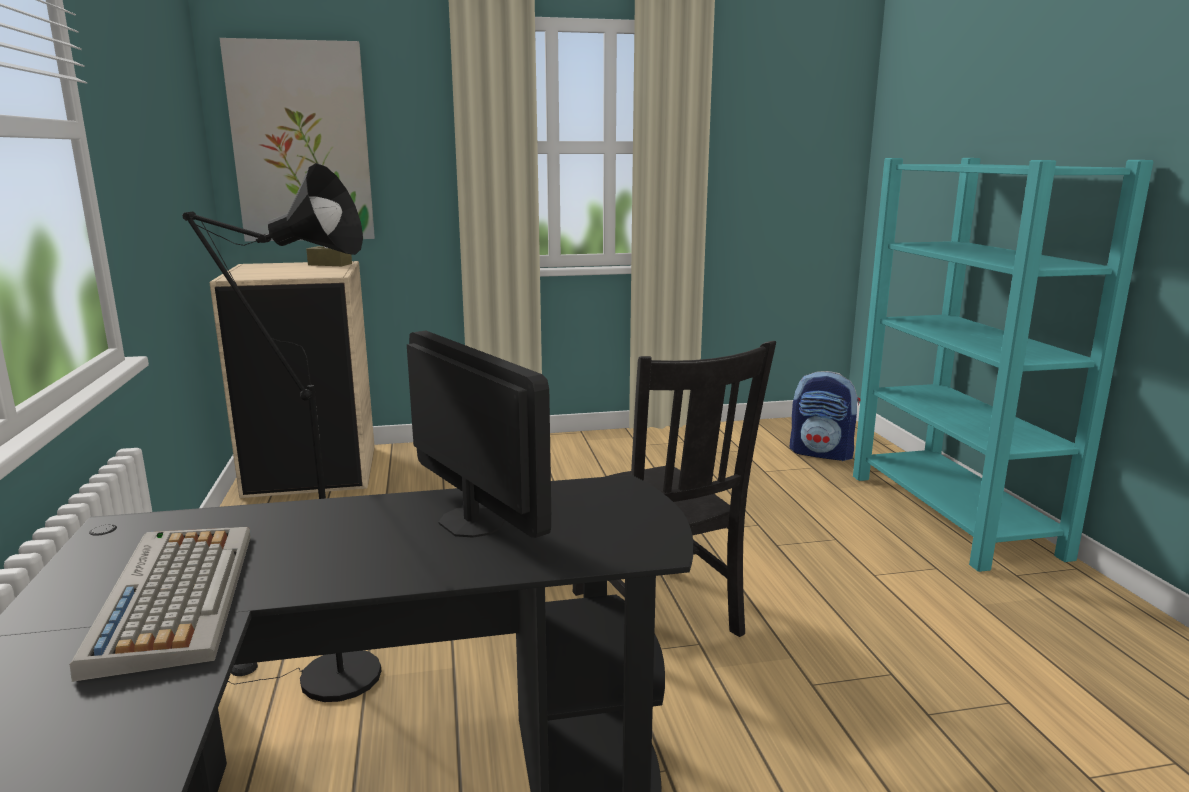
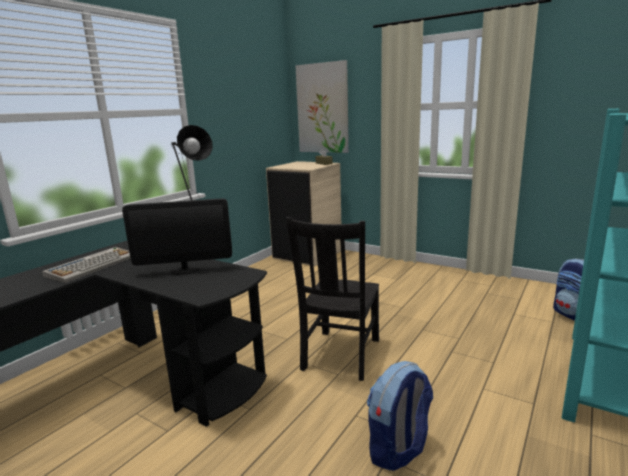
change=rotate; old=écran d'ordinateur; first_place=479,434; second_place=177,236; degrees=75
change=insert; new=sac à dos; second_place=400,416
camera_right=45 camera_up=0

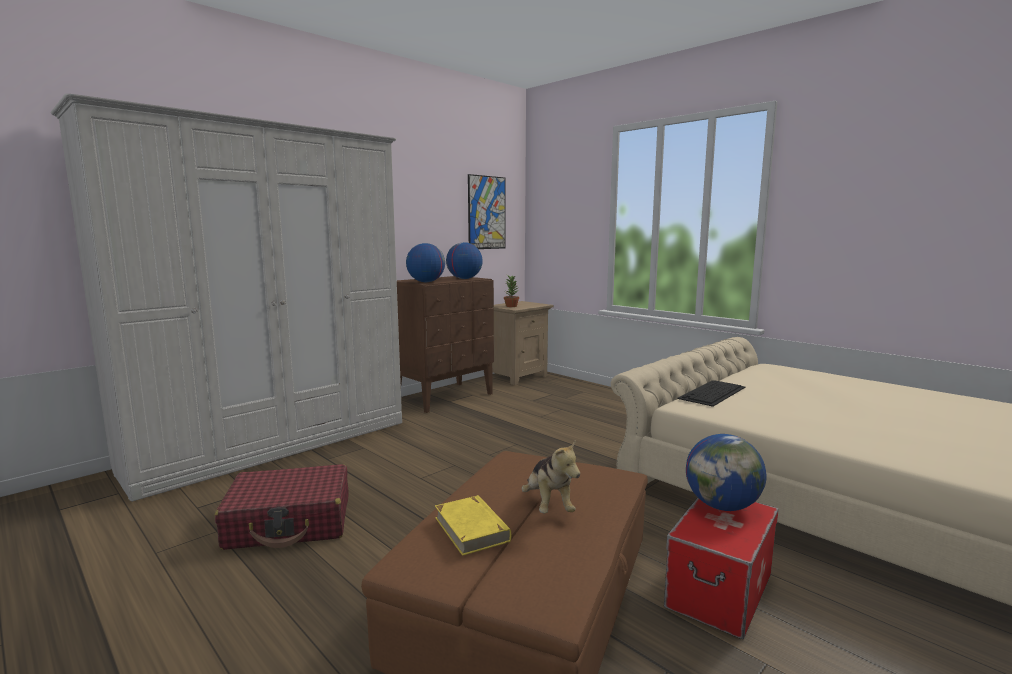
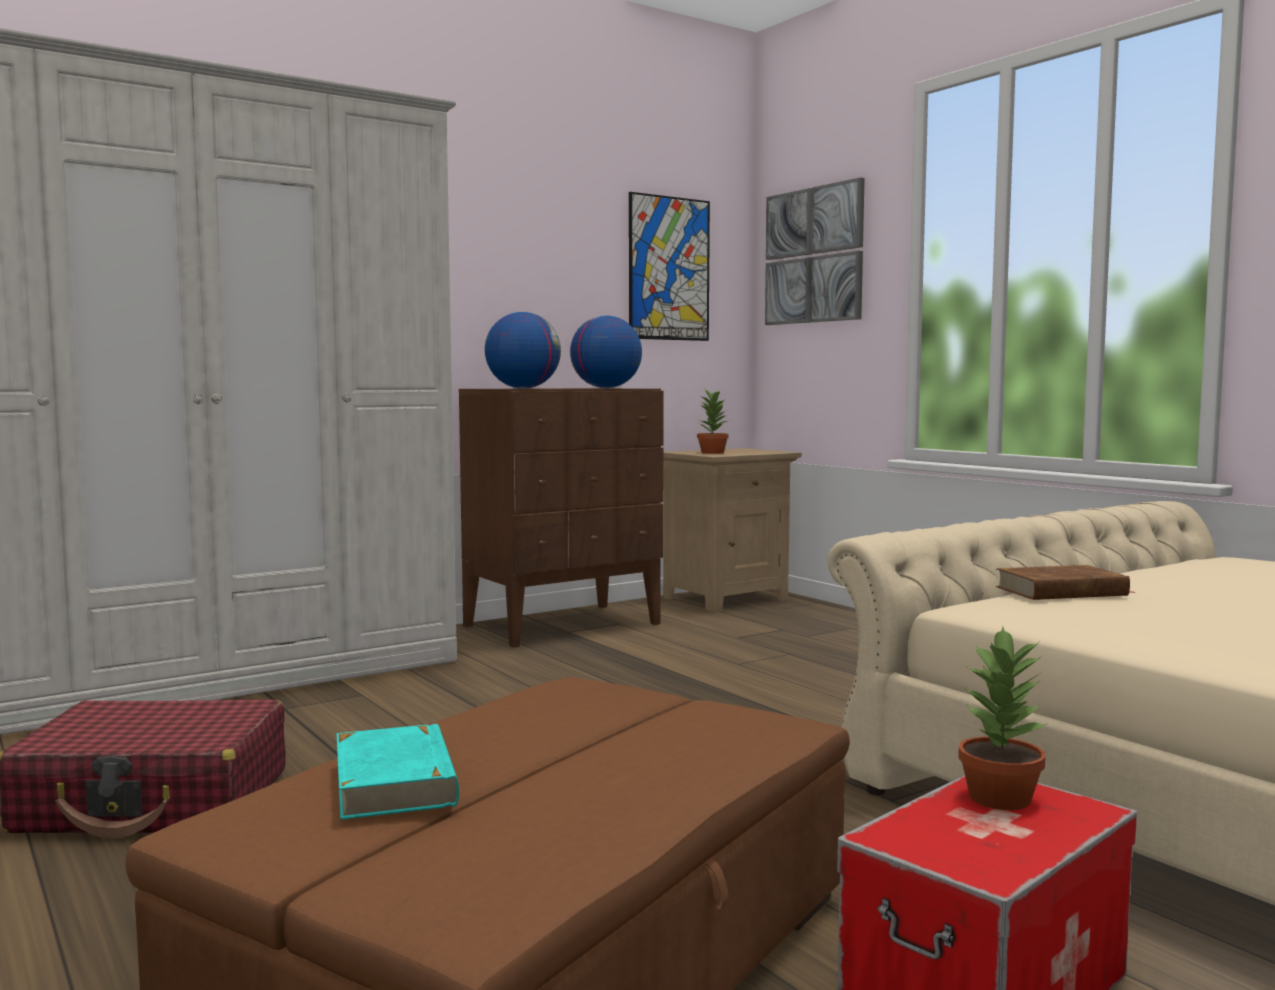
change=replace; old=clavier; new=livre (marron); first_place=711,393; second_place=1066,582
change=replace; old=globe; new=plante en pot; first_place=726,472; second_place=1003,718
change=delete; old=peluche; first_place=550,476
change=recolor; old=livre (jaune); new=livre (turquoise); first_place=473,525; second_place=397,772
change=insert; new=tableau; second_place=815,251
camera_right=10 camera_up=-5

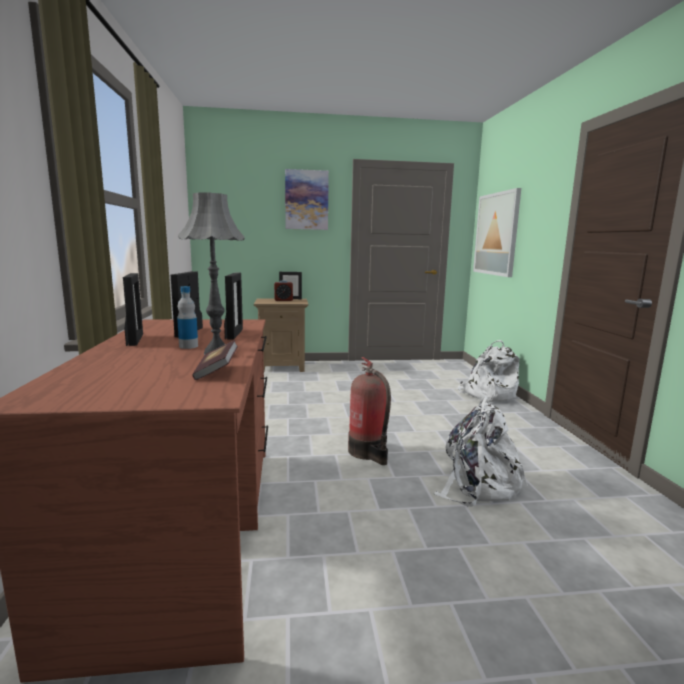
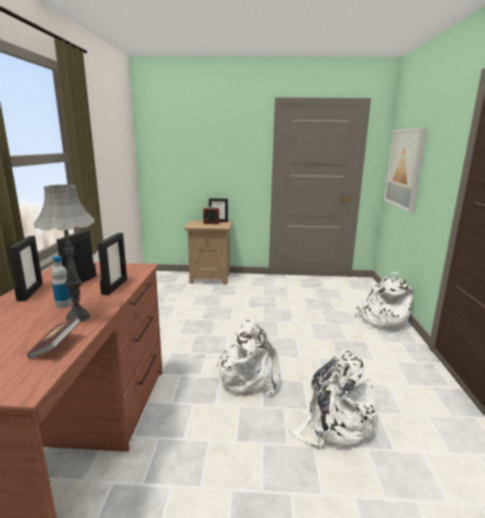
change=delete; old=tableau; first_place=307,199
change=replace; old=extincteur; new=sac à dos (blanc); first_place=369,411; second_place=248,357
camera_right=10 camera_up=5

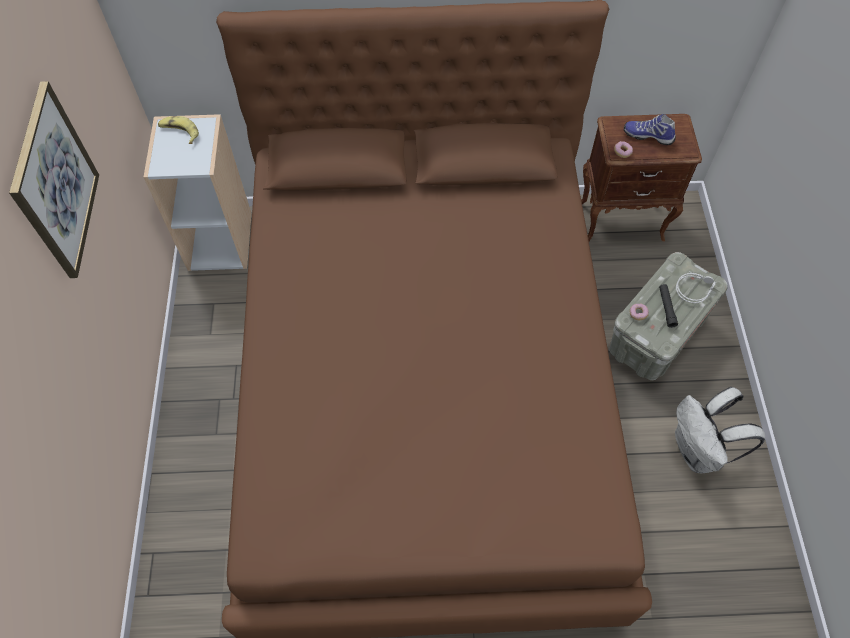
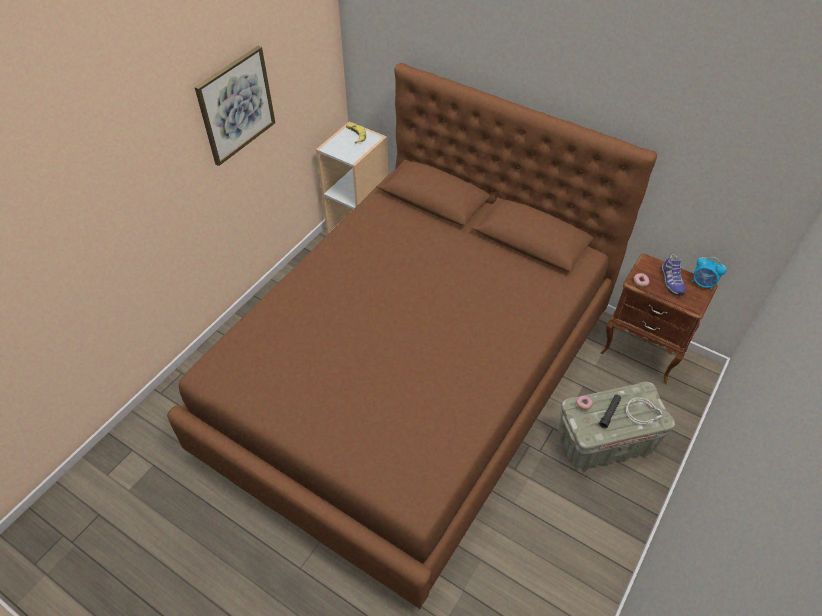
change=rotate; old=chaussure; first_place=649,129; second_place=673,275; degrees=-150
change=delete; old=sac à dos (blanc); first_place=720,430
change=insert; new=réveil; second_place=709,274
camera_right=35 camera_up=-10

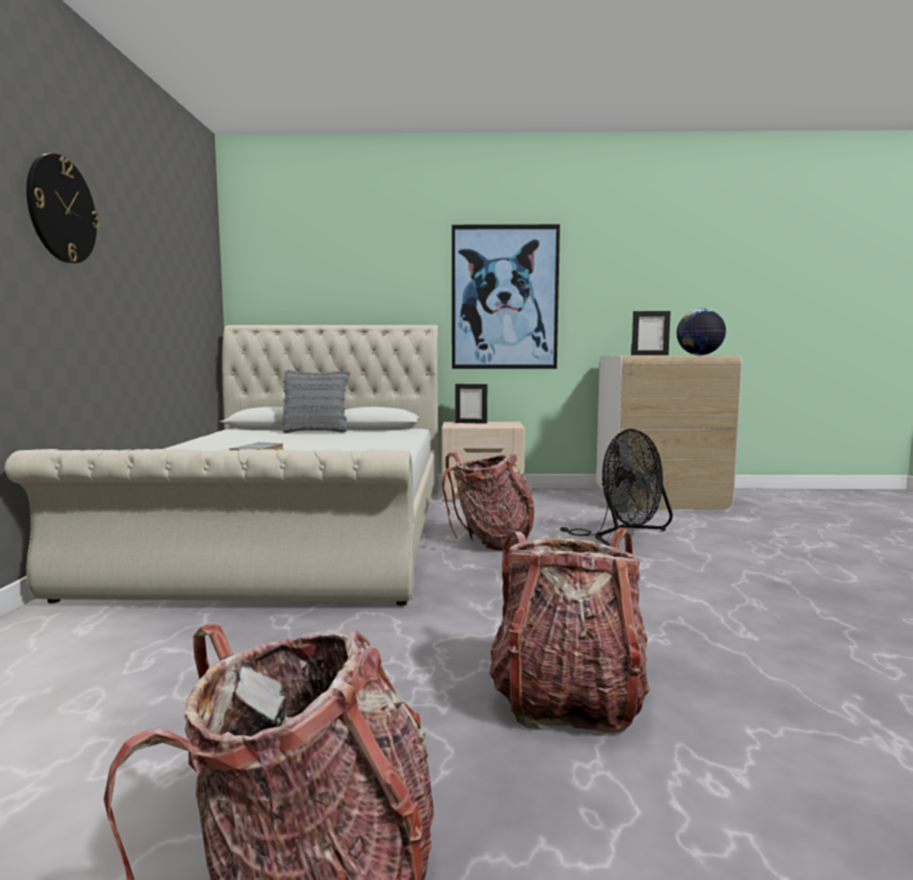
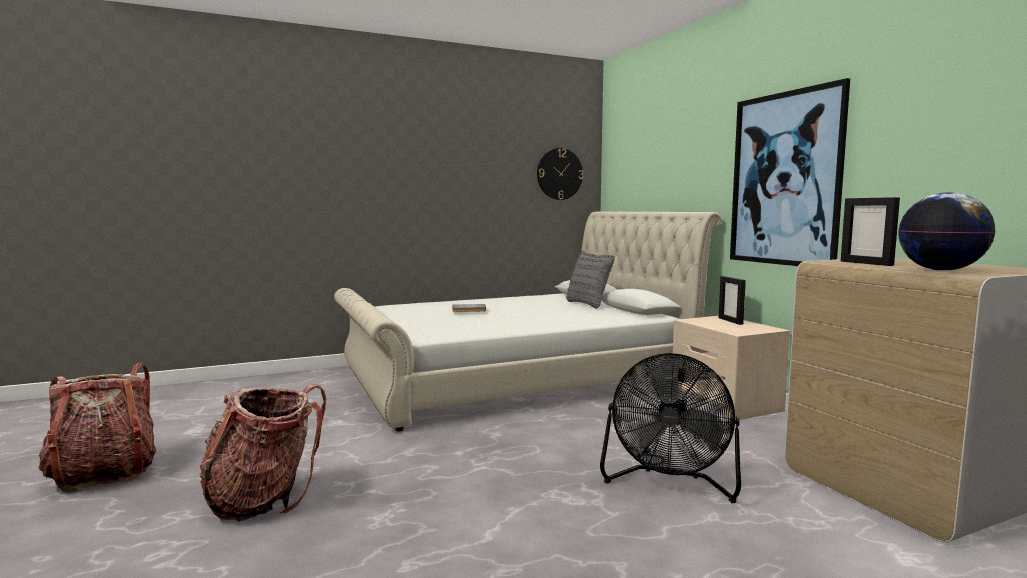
change=move; old=horloge murale; first_place=63,208; second_place=560,174
change=delete; old=sac à dos; first_place=488,501
camera_right=65 camera_up=0

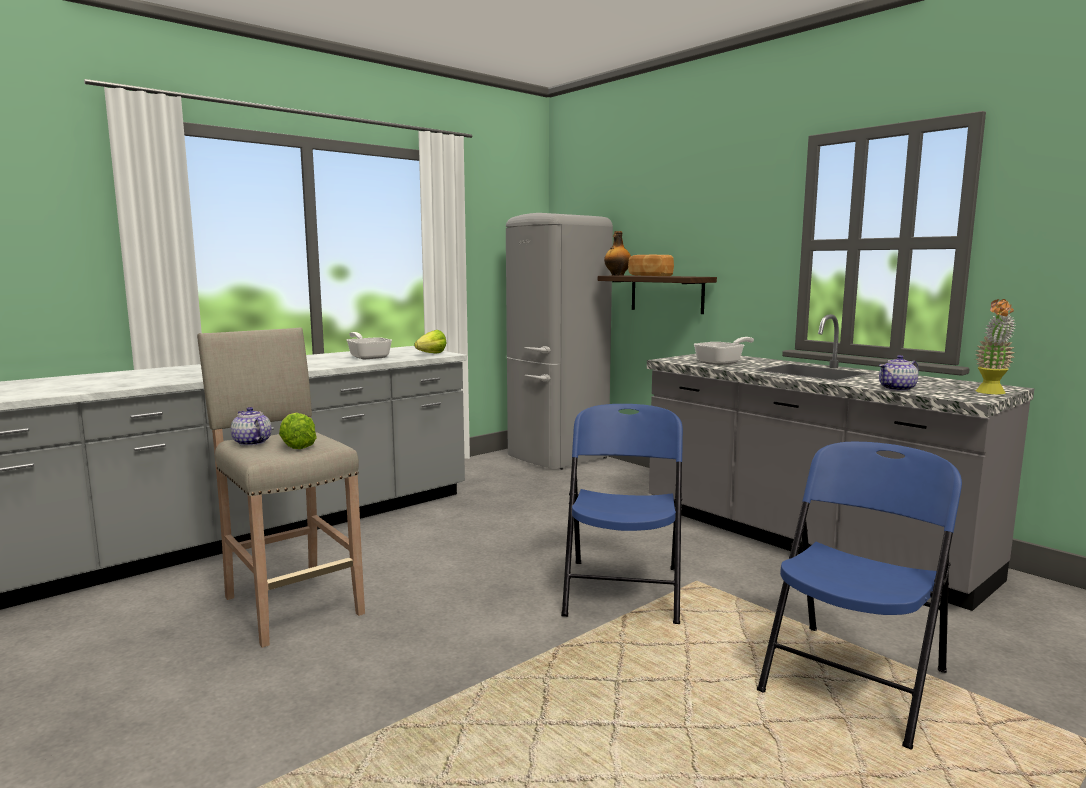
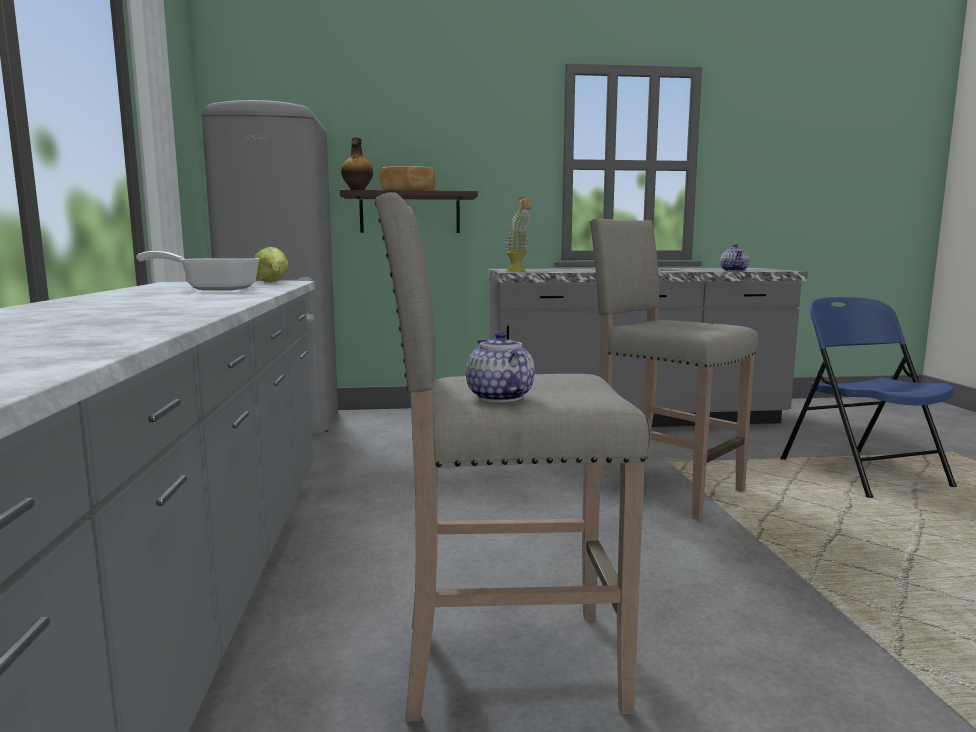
change=move; old=plante en pot; first_place=995,347; second_place=518,234
change=delete; old=poêle; first_place=724,351
change=replace; old=chaise (bleu); new=tabouret (beige); first_place=622,514; second_place=674,369
change=rotate; old=théière; first_place=251,426; second_place=500,366; degrees=75
change=delete; old=laitue; first_place=298,431
camera_right=-55 camera_up=0

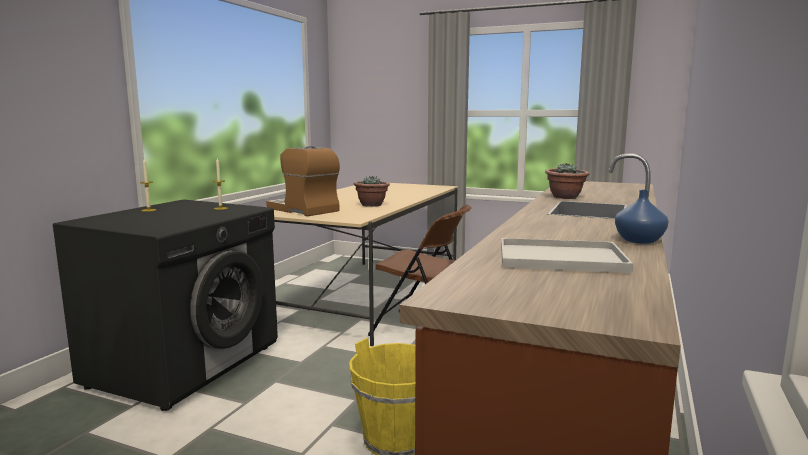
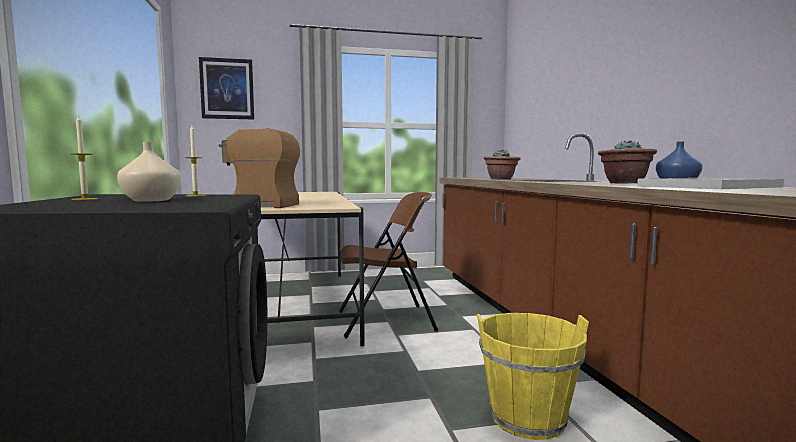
change=move; old=plante en pot; first_place=372,191; second_place=627,162
change=insert; new=tableau; second_place=226,88
change=insert; new=vase (beige); second_place=149,172
camera_right=-35 camera_up=-5

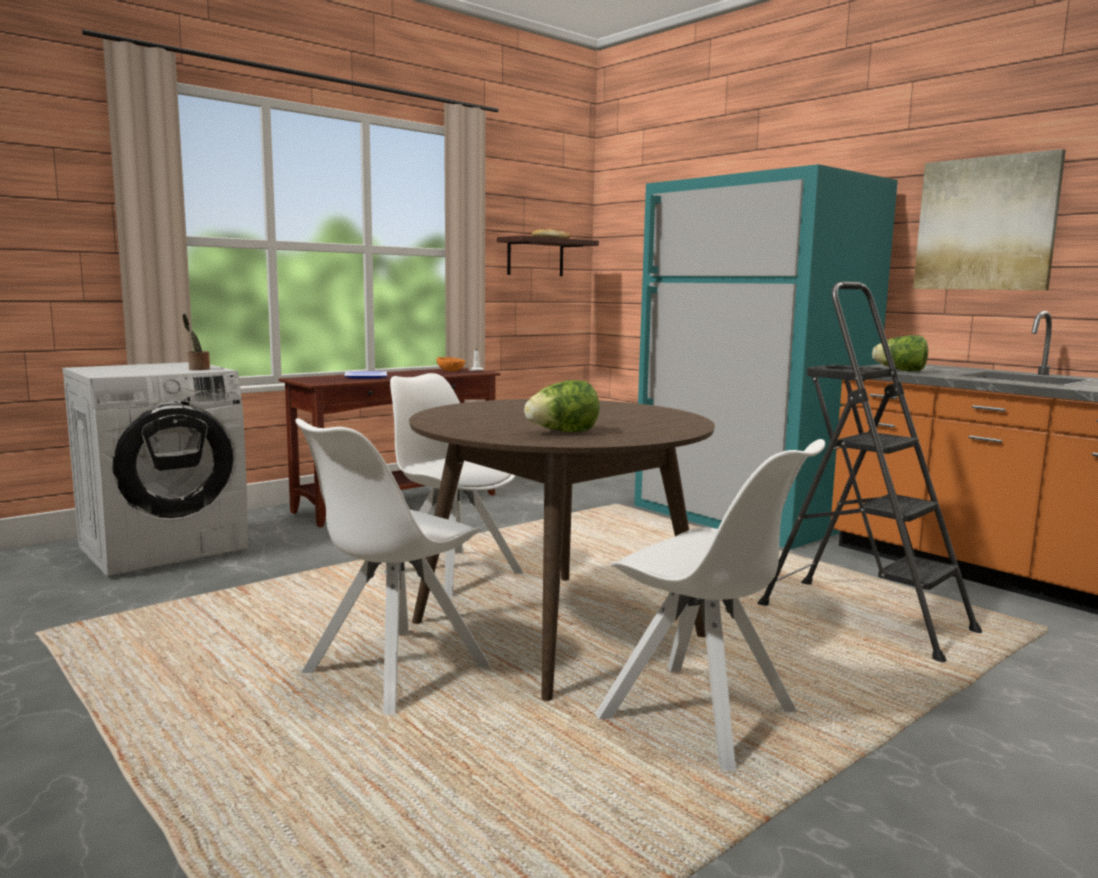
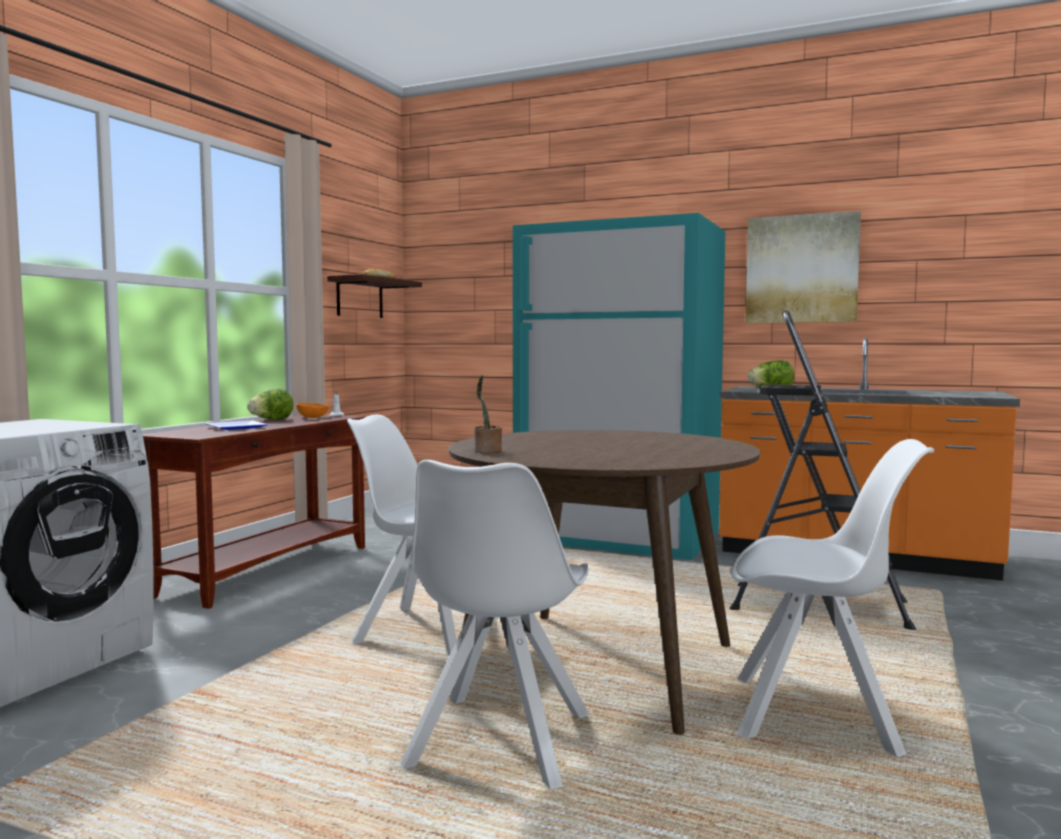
change=move; old=plante en pot; first_place=196,342; second_place=488,414
change=move; old=laitue; first_place=562,406; second_place=270,404
camera_right=-25 camera_up=-5

